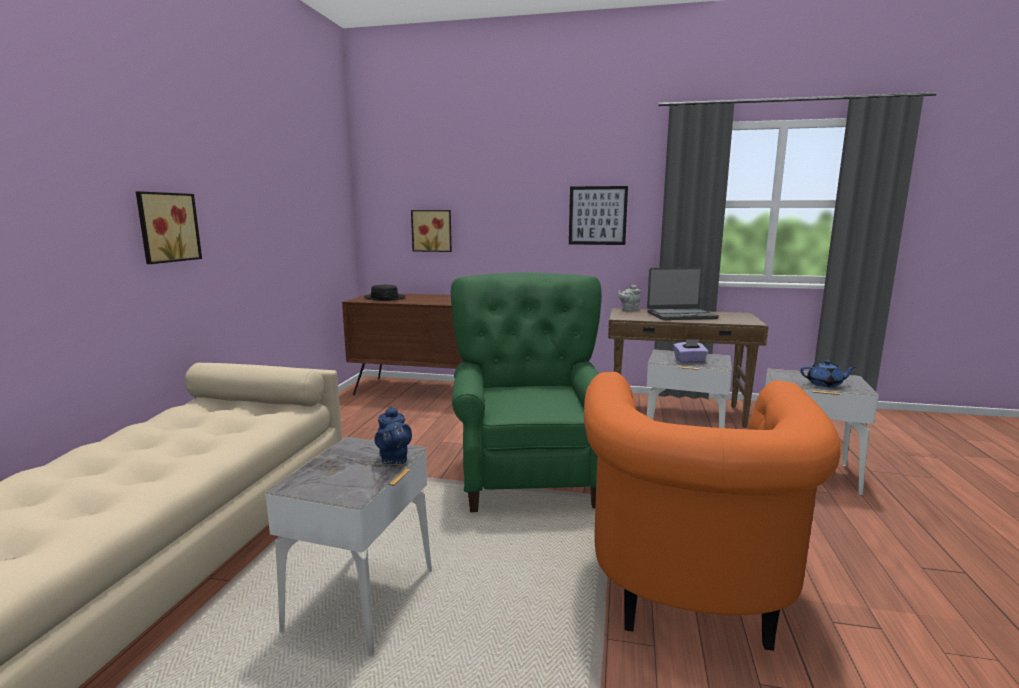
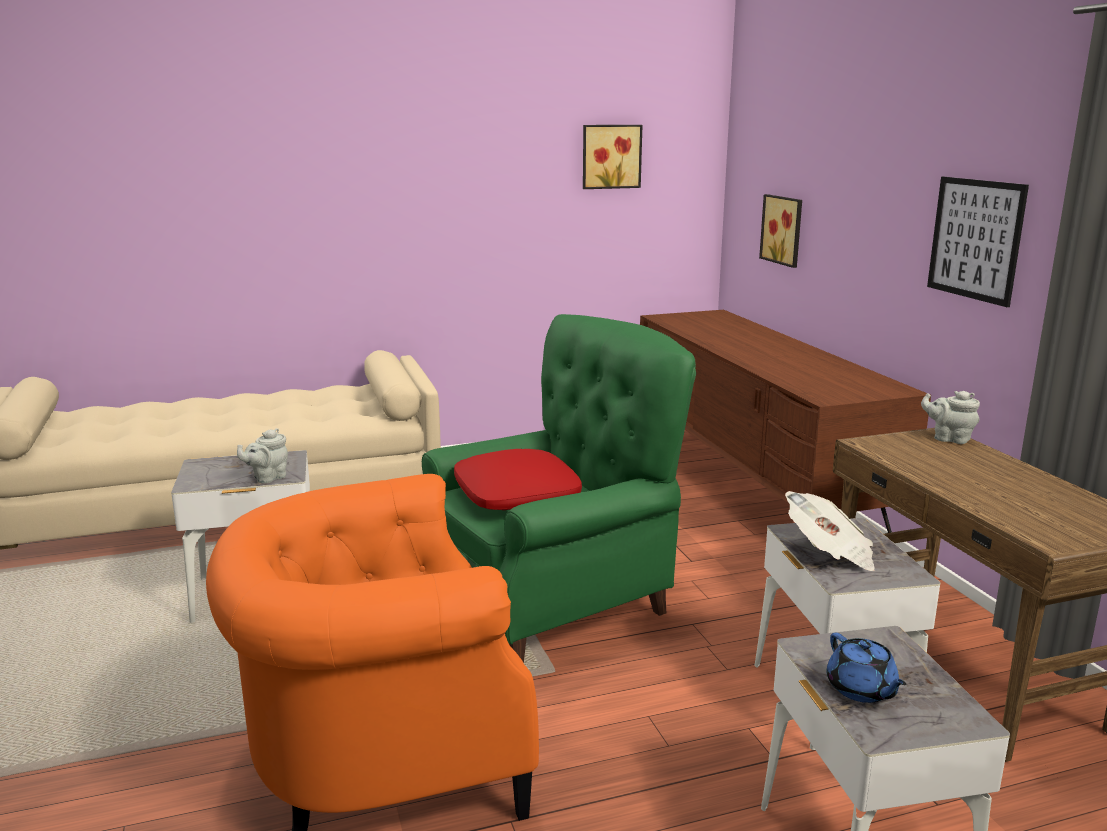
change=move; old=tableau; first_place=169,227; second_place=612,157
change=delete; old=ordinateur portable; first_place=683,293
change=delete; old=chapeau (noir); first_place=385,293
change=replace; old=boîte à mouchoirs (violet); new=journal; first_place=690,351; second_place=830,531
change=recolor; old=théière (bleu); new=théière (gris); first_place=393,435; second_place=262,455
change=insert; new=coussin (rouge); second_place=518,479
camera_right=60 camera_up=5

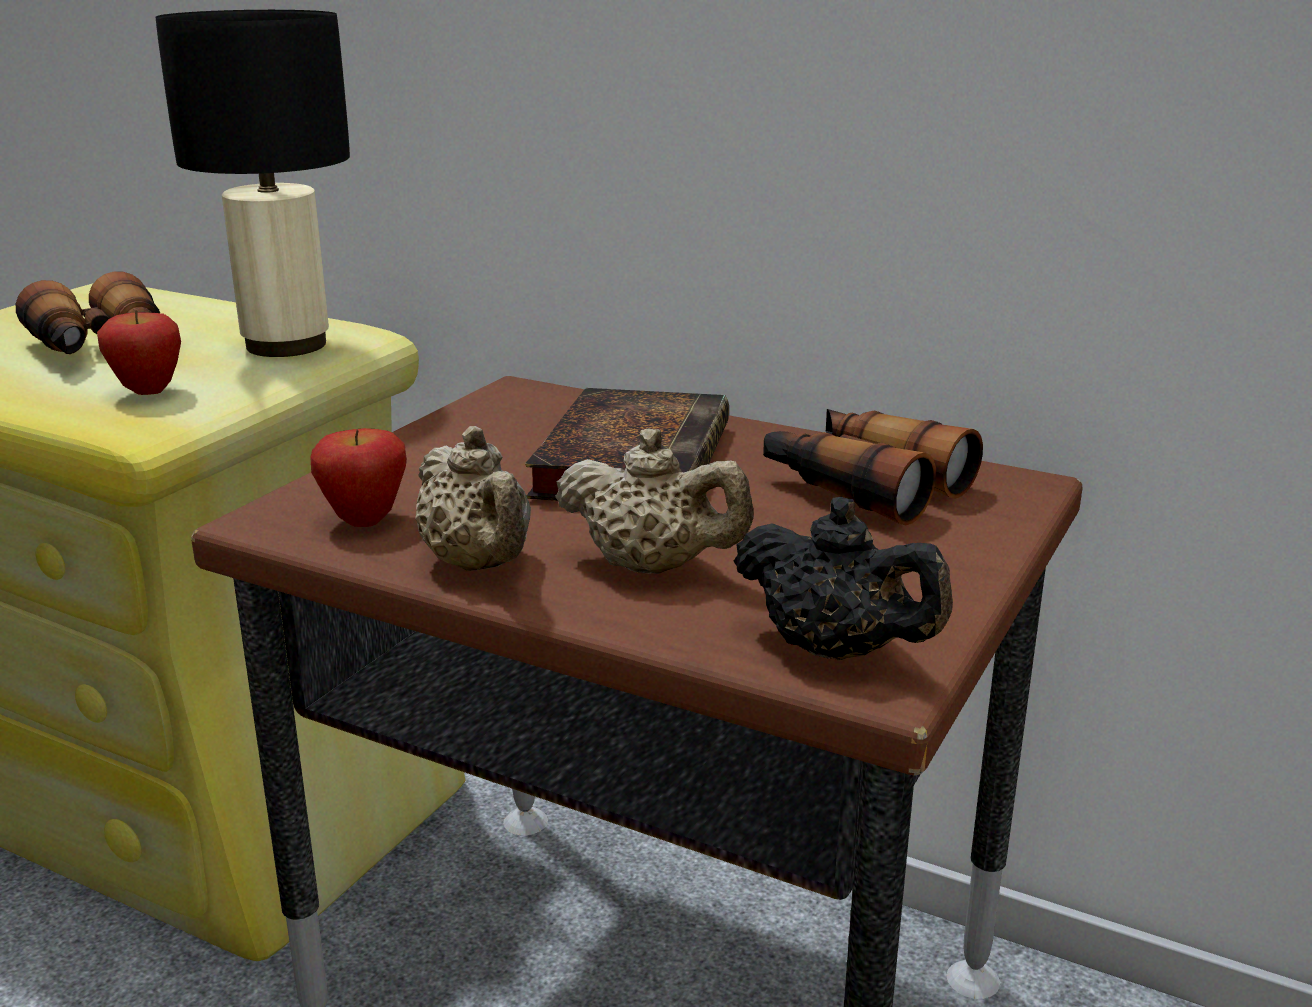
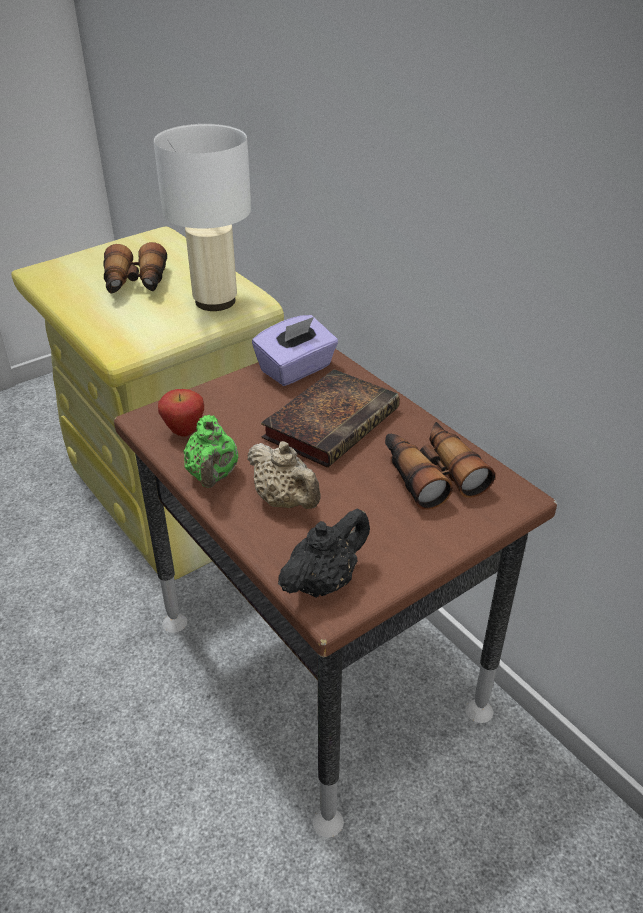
change=recolor; old=lampe de table (noir); new=lampe de table (blanc); first_place=253,183; second_place=202,217
change=delete; old=pomme; first_place=139,352
change=recolor; old=théière (beige); new=théière (vert); first_place=473,498; second_place=210,451
change=rotate; old=théière (noir); first_place=843,578; second_place=324,553; degrees=-105
change=insert; new=boîte à mouchoirs (violet); second_place=295,350
camera_right=25 camera_up=15

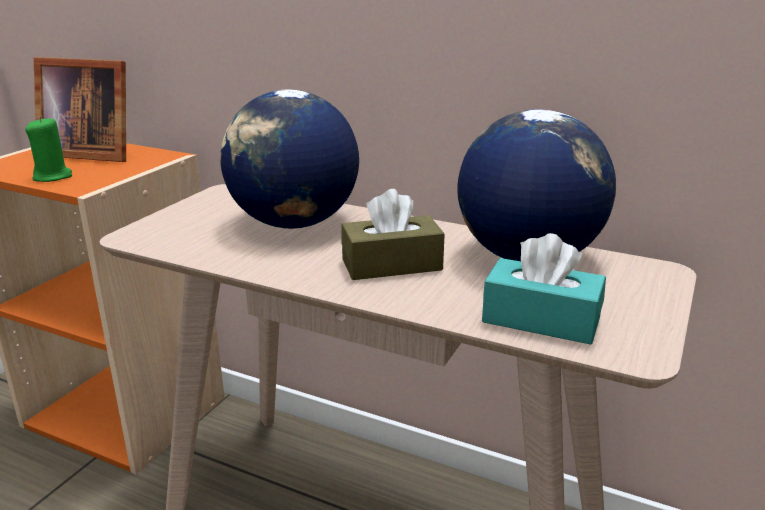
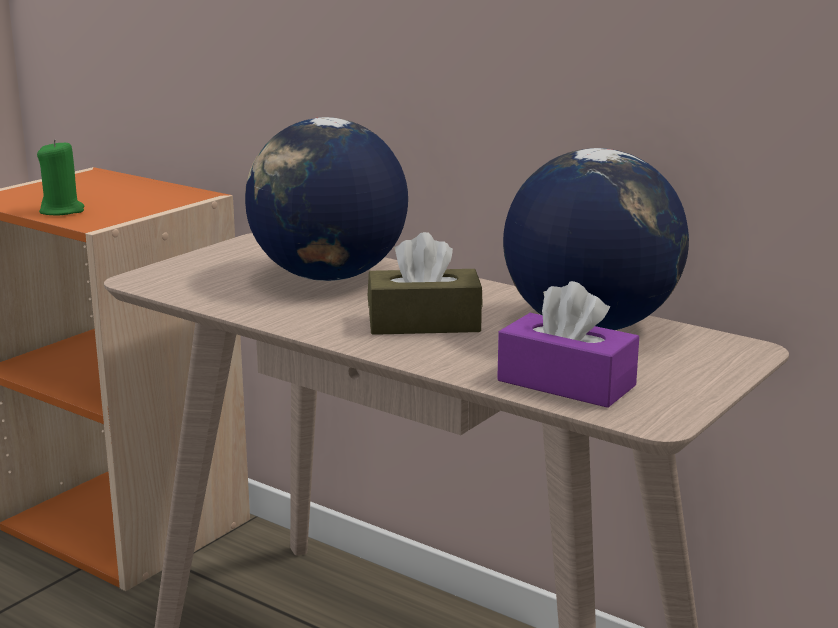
change=delete; old=cadre photo; first_place=80,109
change=recolor; old=boîte à mouchoirs (turquoise); new=boîte à mouchoirs (violet); first_place=544,289; second_place=568,344
camera_right=10 camera_up=-5

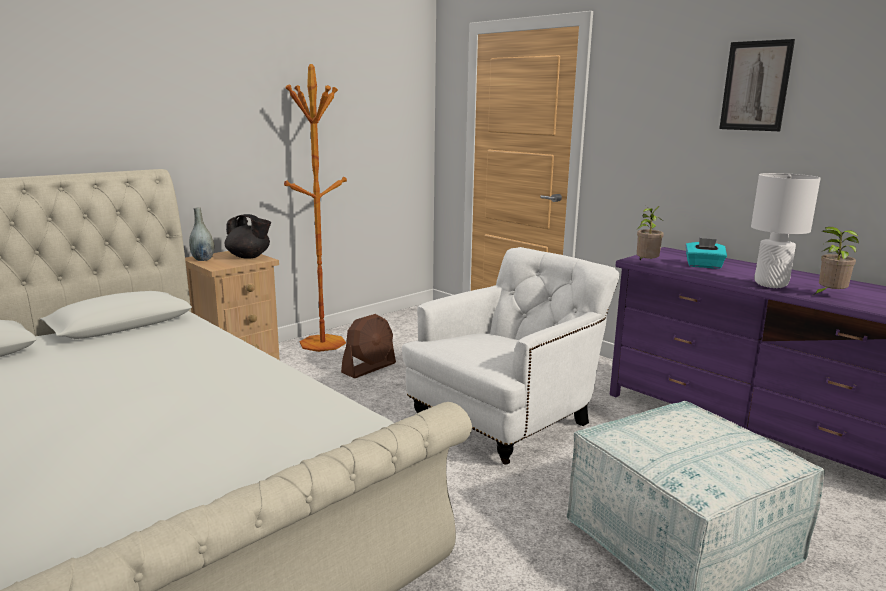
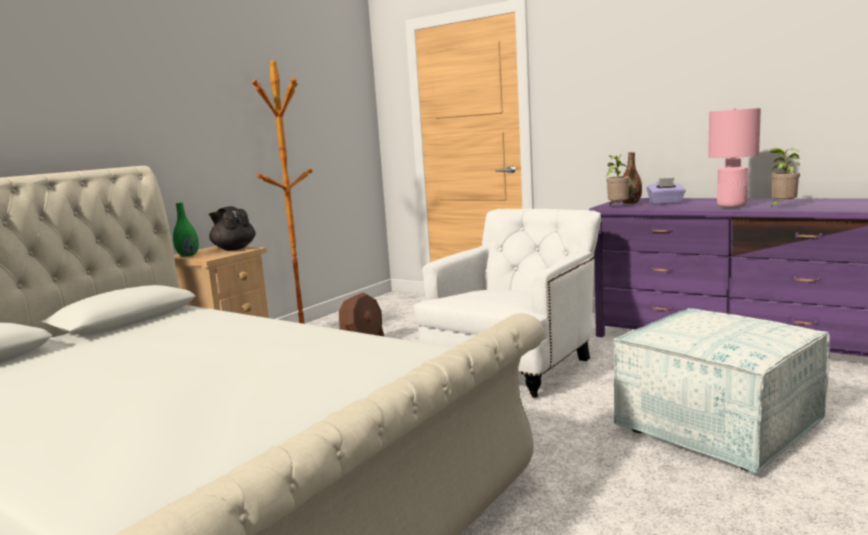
change=delete; old=tableau; first_place=757,85
change=recolor; old=lampe de table (blanc); new=lampe de table (rose); first_place=786,230; second_place=734,158
change=recolor; old=vase (gris); new=vase (vert); first_place=201,234; second_place=186,229
change=rotate; old=théière (noir); first_place=248,236; second_place=232,228; degrees=-150
change=recolor; old=boîte à mouchoirs (turquoise); new=boîte à mouchoirs (violet); first_place=706,253; second_place=666,191
change=insert; new=vase (marron); second_place=632,178
camera_right=-10 camera_up=-5

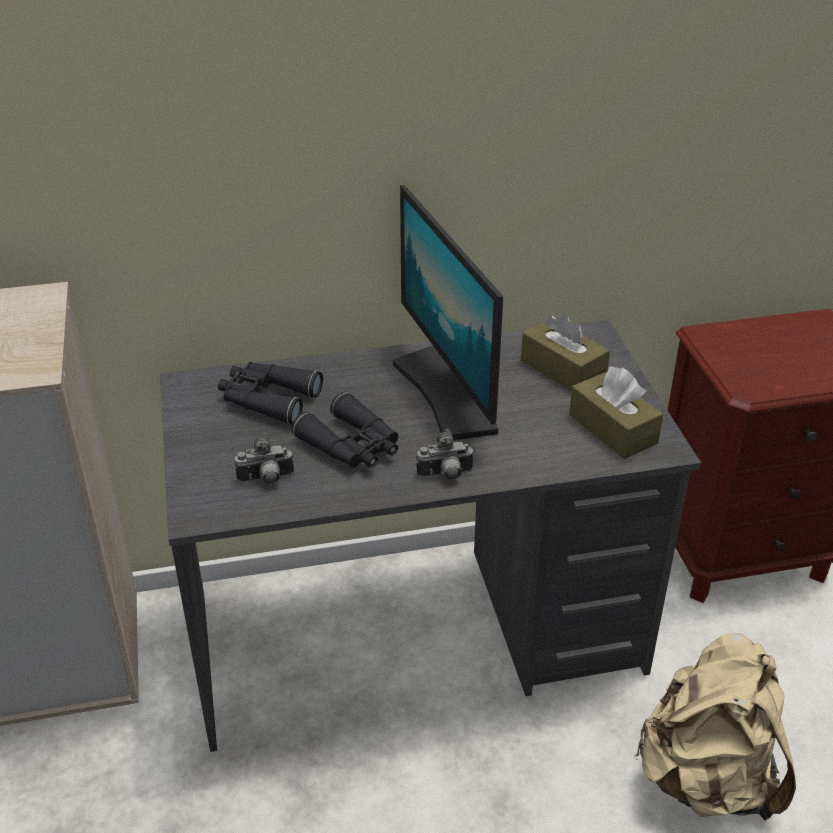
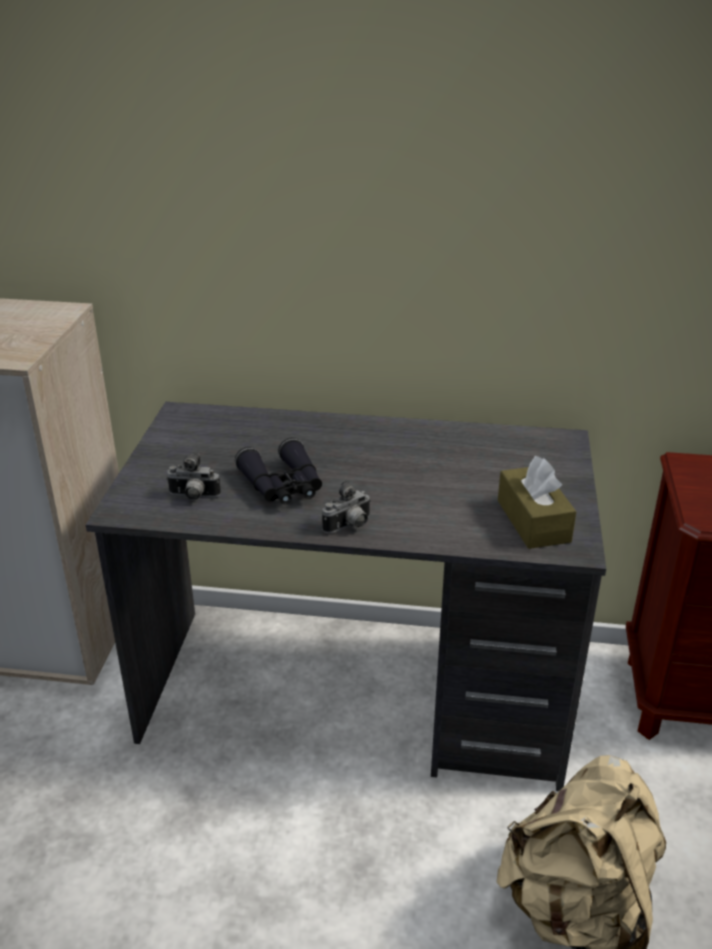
change=delete; old=écran d'ordinateur; first_place=447,312
change=delete; old=boîte à mouchoirs (marron); first_place=565,352
change=delete; old=jumelles (noir); first_place=270,393
change=rotate; old=appareil photo; first_place=445,454; second_place=346,507; degrees=-45
camera_right=20 camera_up=-5

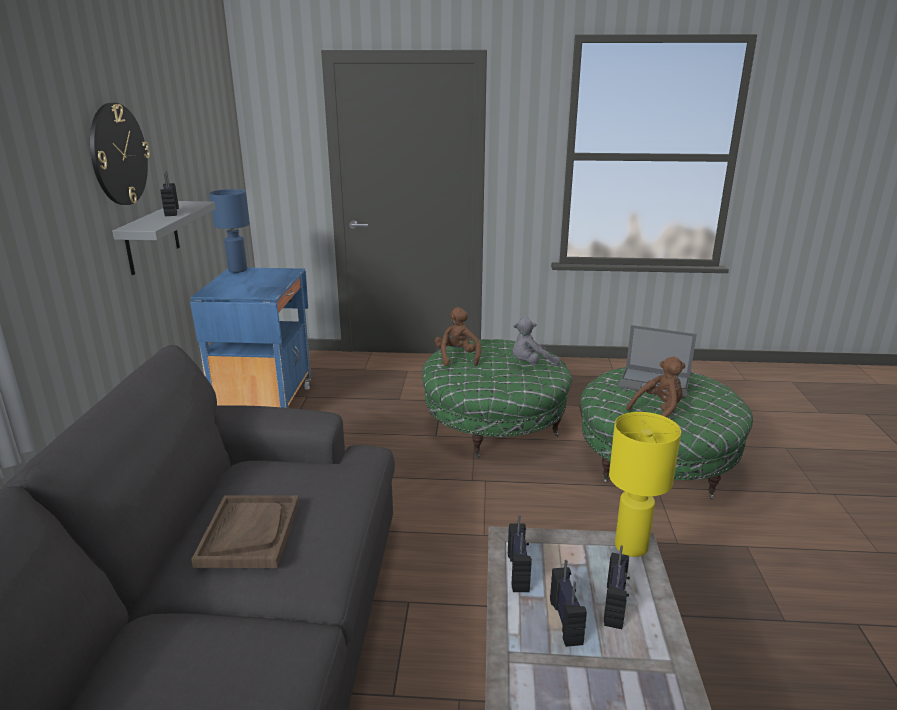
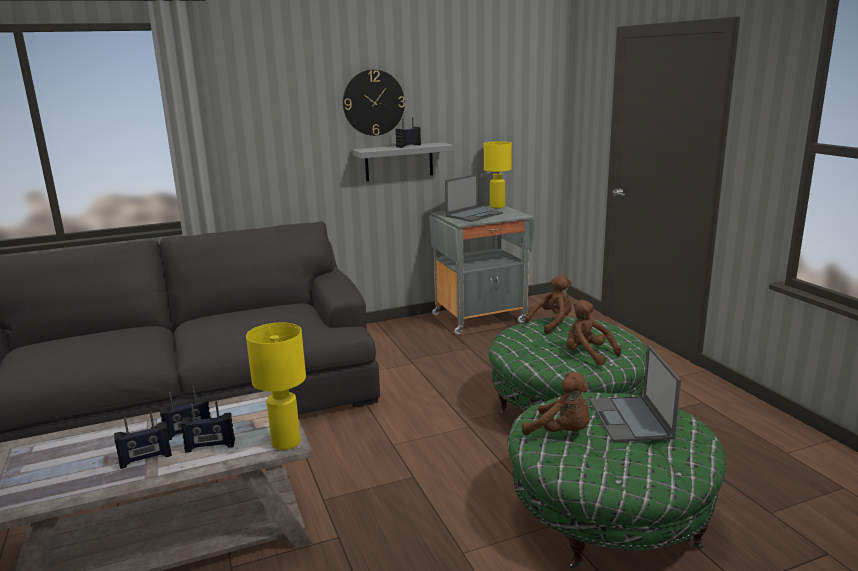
change=recolor; old=lampe de table (bleu); new=lampe de table (jaune); first_place=230,231; second_place=498,174
change=recolor; old=chariot (bleu); new=chariot (gris); first_place=251,337; second_place=482,270
change=recolor; old=peluche (gris); new=peluche (marron); first_place=536,341; second_place=594,333
change=delete; old=plateau (marron); first_place=245,532
change=move; old=radio; first_place=520,553; second_place=143,440
change=insert; new=ordinateur portable; second_place=474,198
camera_right=65 camera_up=-5

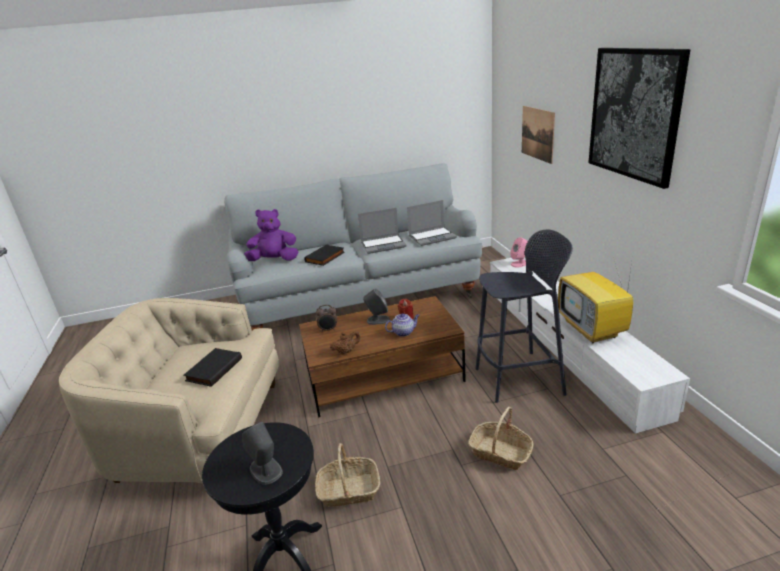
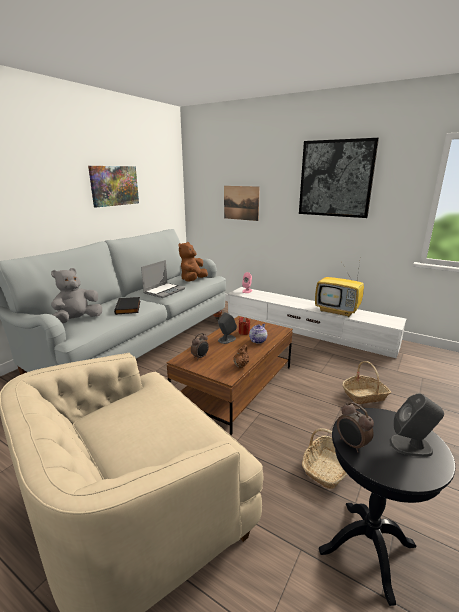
change=replace; old=ordinateur portable; new=peluche (marron); first_place=432,223; second_place=193,262
change=recolor; old=peluche (violet); new=peluche (gris); first_place=271,235; second_place=76,295
change=delete; old=tabouret (gris); first_place=524,316
change=delete; old=livre (noir); first_place=212,367
change=insert; new=tableau; second_place=113,186
change=insert; new=réveil; second_place=355,427
camera_right=-45 camera_up=-5

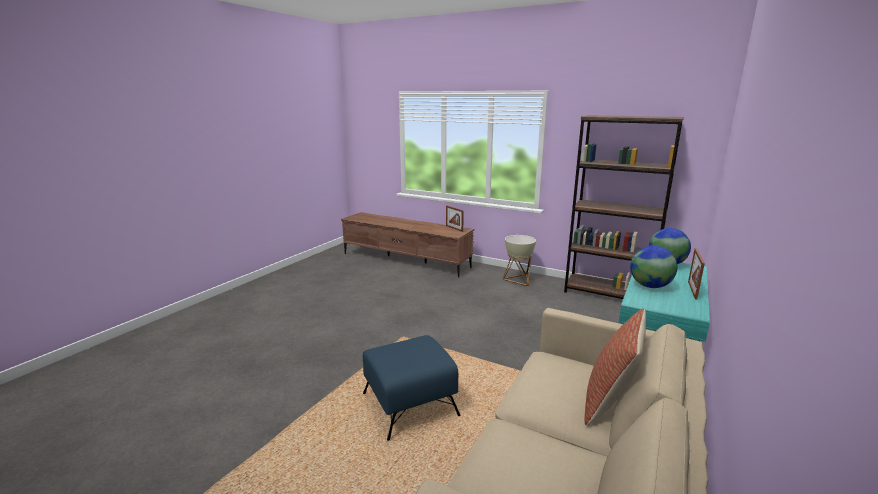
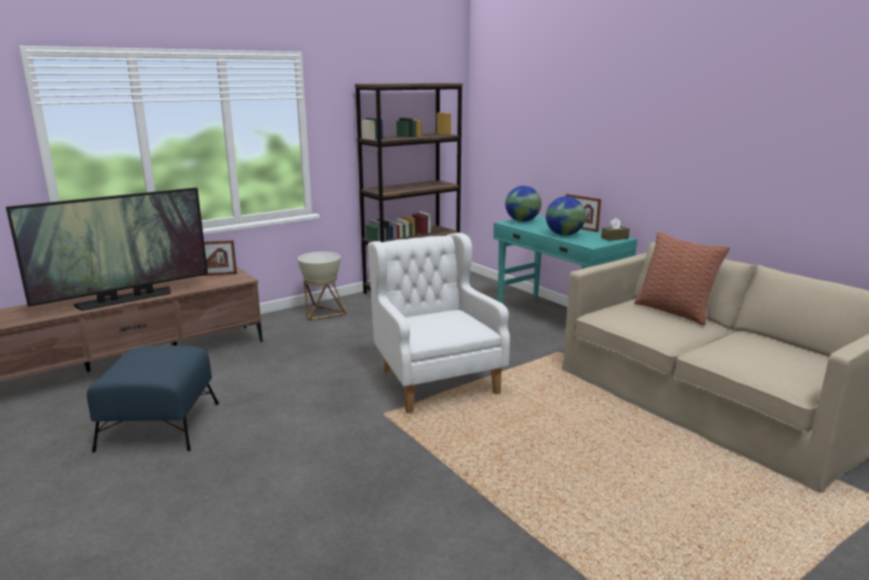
change=move; old=pouf (bleu); first_place=412,388; second_place=153,398
change=insert; new=téléviseur; second_place=107,249
change=insert; new=boîte à mouchoirs (marron); second_place=615,229
change=insert; new=fauteuil (blanc); second_place=439,323
camera_right=-65 camera_up=0

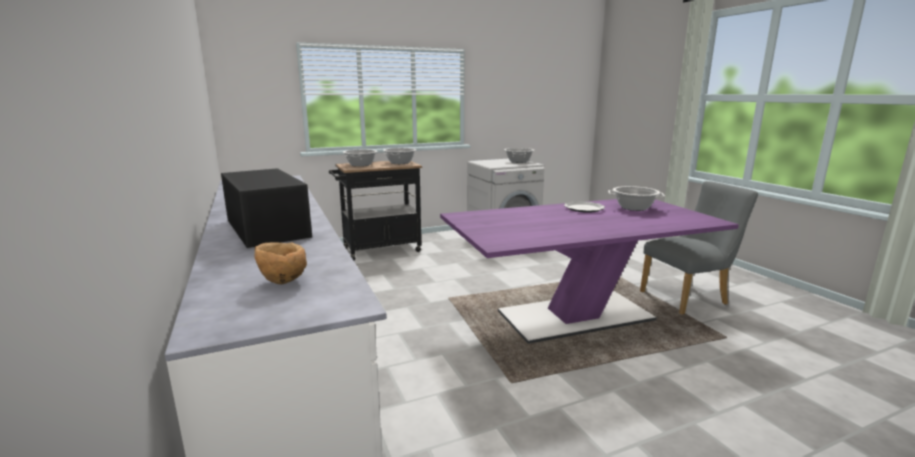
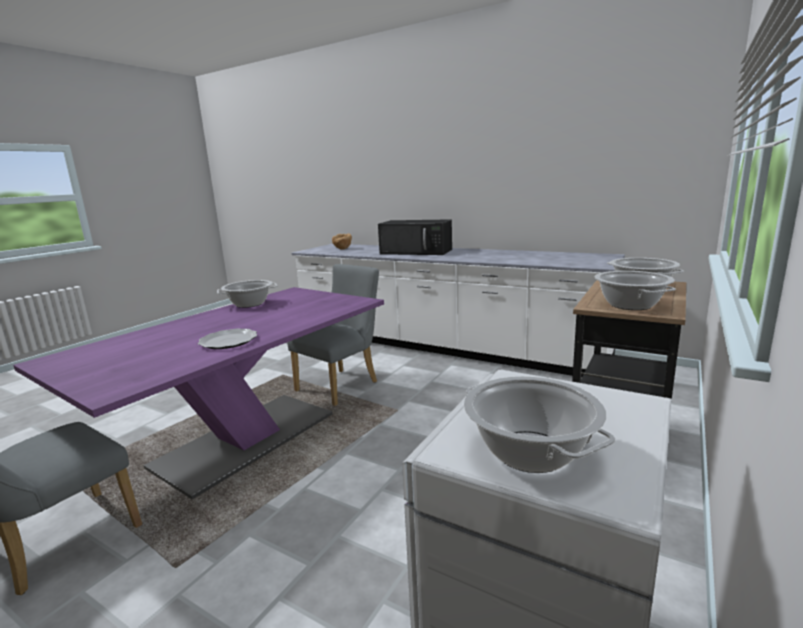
change=move; old=marmite; first_place=636,198; second_place=247,294
change=insert; new=chaise (gris); second_place=333,335
camera_right=145 camera_up=0

